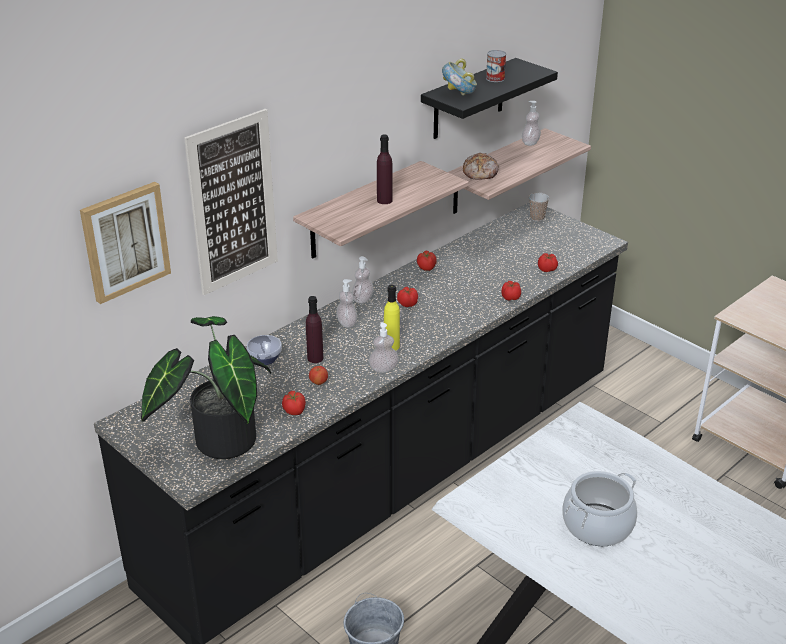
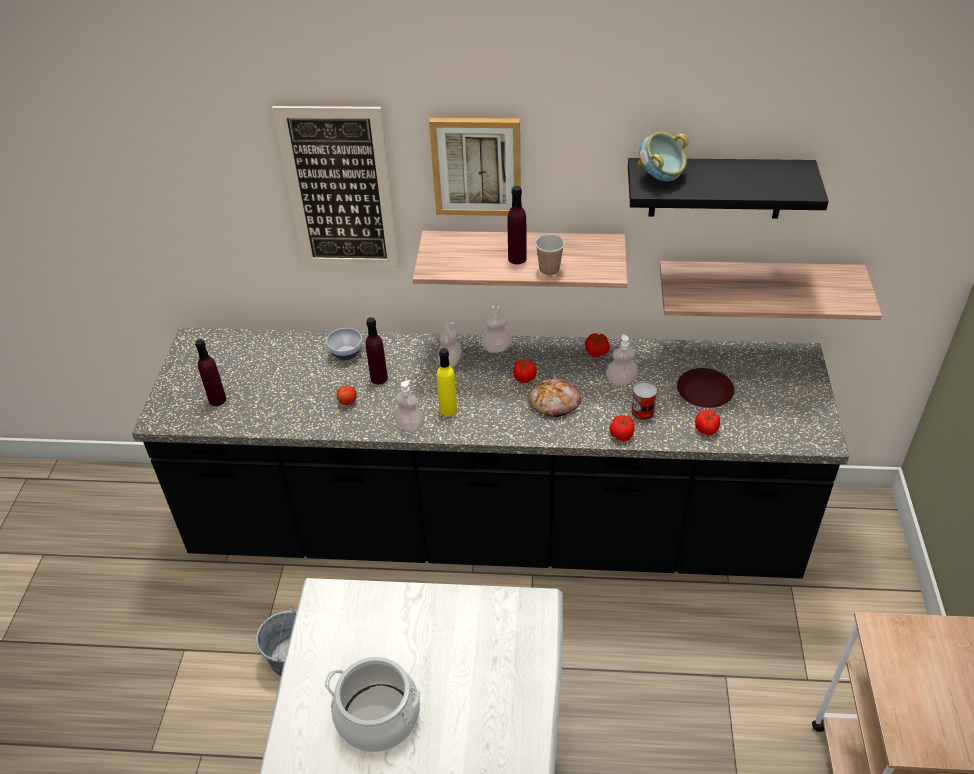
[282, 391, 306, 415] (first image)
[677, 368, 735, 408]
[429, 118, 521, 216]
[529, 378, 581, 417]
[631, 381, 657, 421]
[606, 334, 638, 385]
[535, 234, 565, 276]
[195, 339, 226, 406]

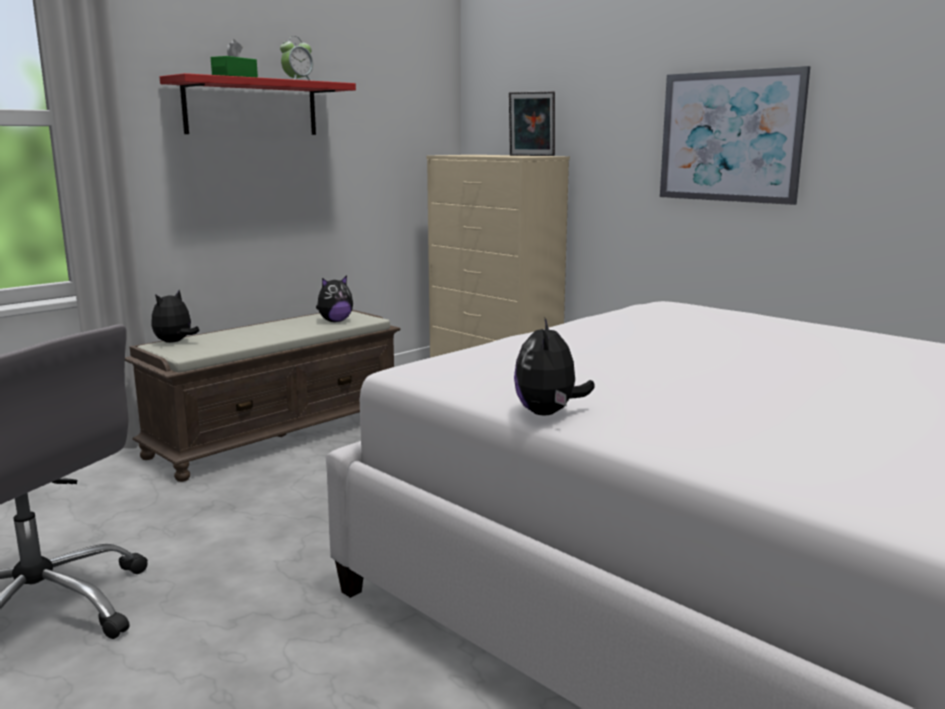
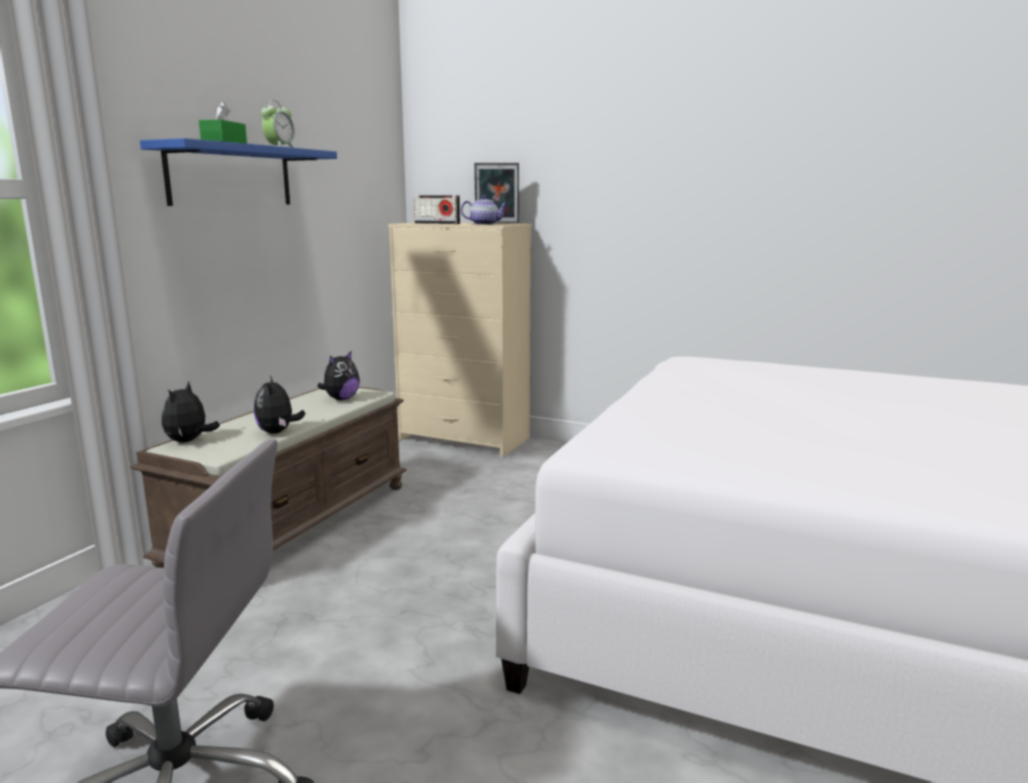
[660, 66, 811, 205] (first image)
[414, 195, 460, 224]
[461, 195, 508, 225]
[254, 375, 305, 434]
[140, 138, 337, 206]

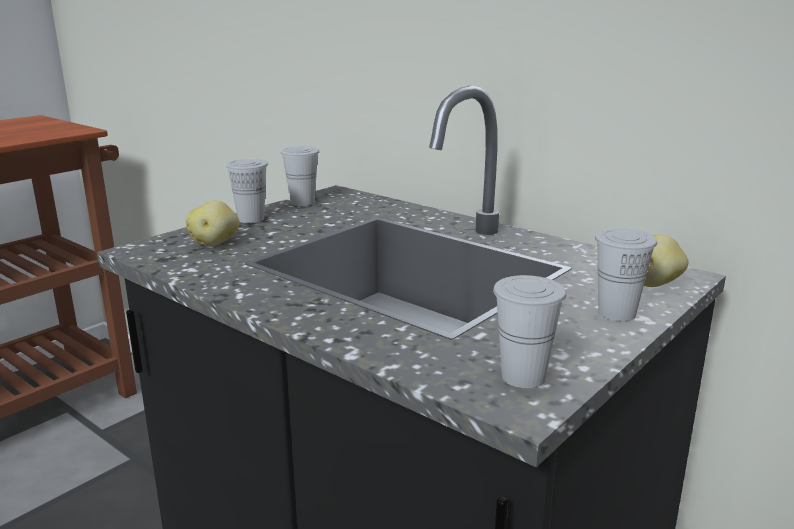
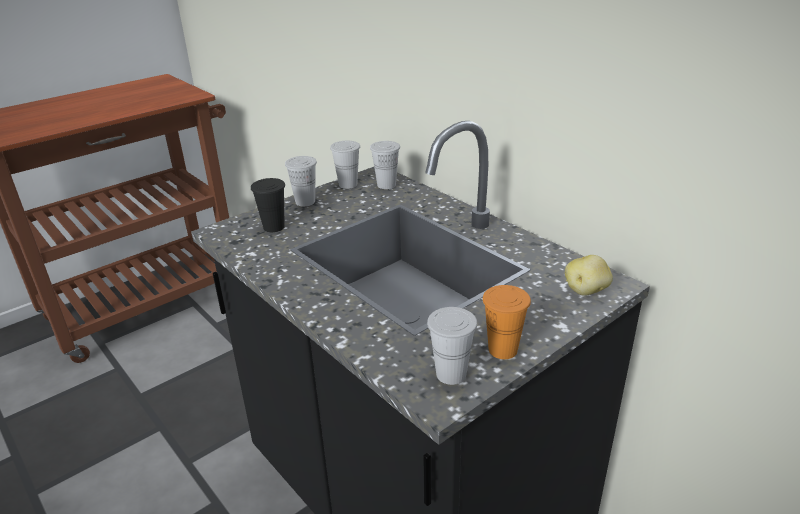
[483, 285, 531, 359]
[370, 141, 400, 189]
[251, 178, 285, 232]

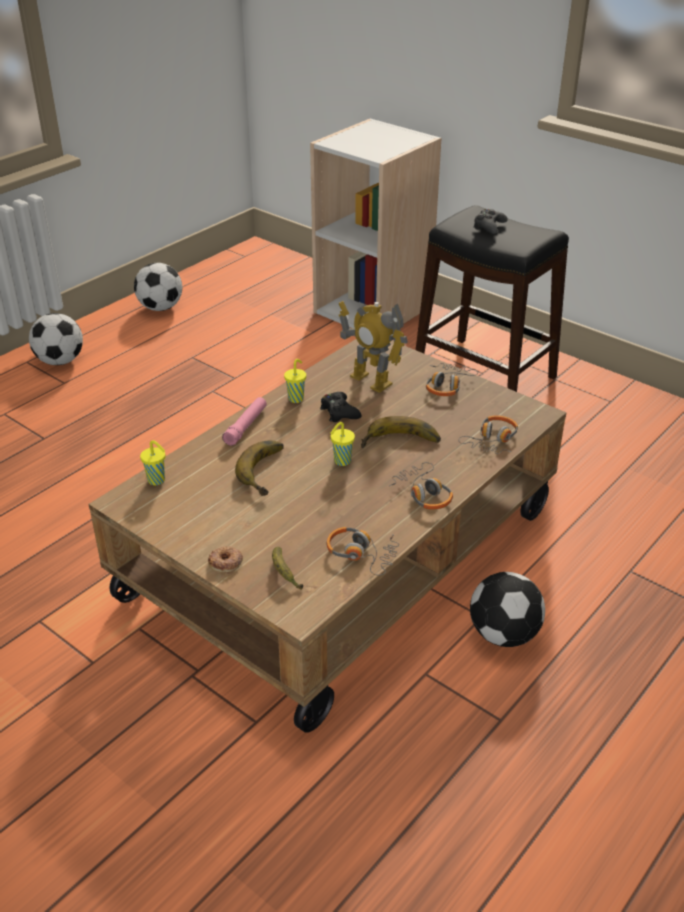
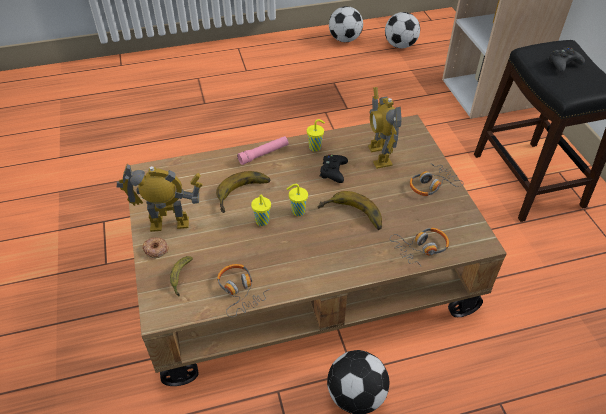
[389, 462, 453, 510] (first image)
[117, 164, 202, 232]
[385, 12, 420, 48]
[251, 195, 271, 226]

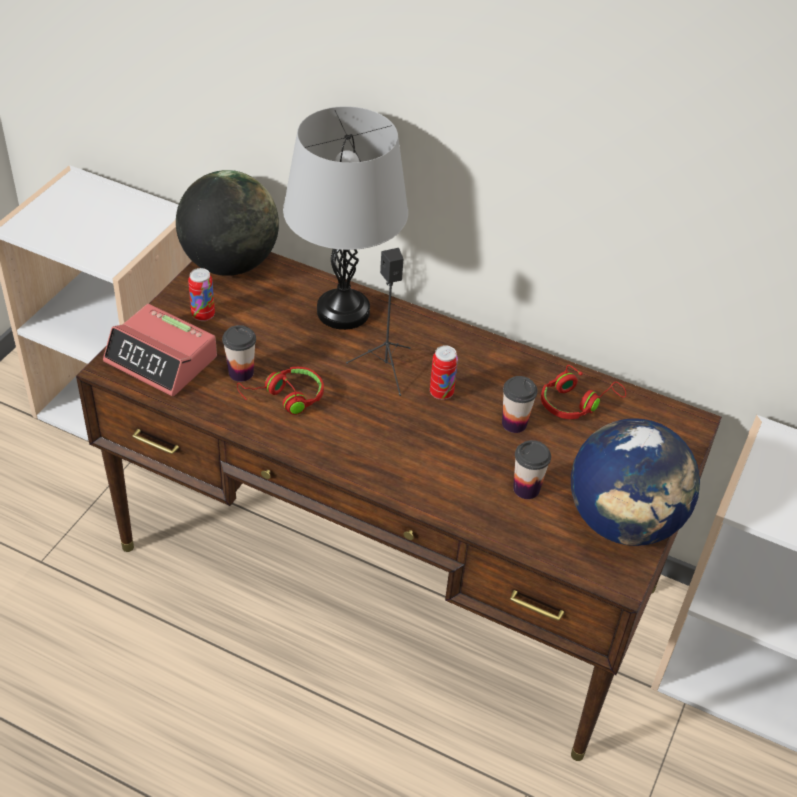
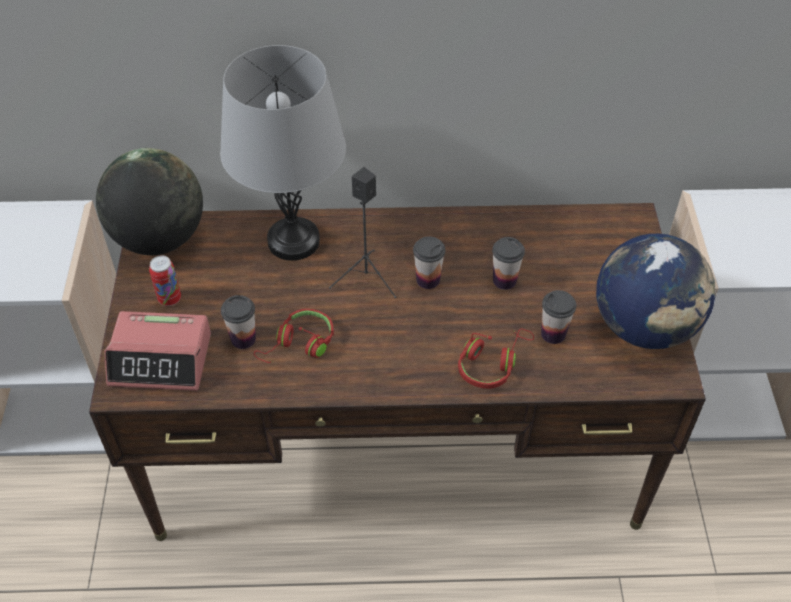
[458, 329, 534, 389]
[413, 236, 445, 289]

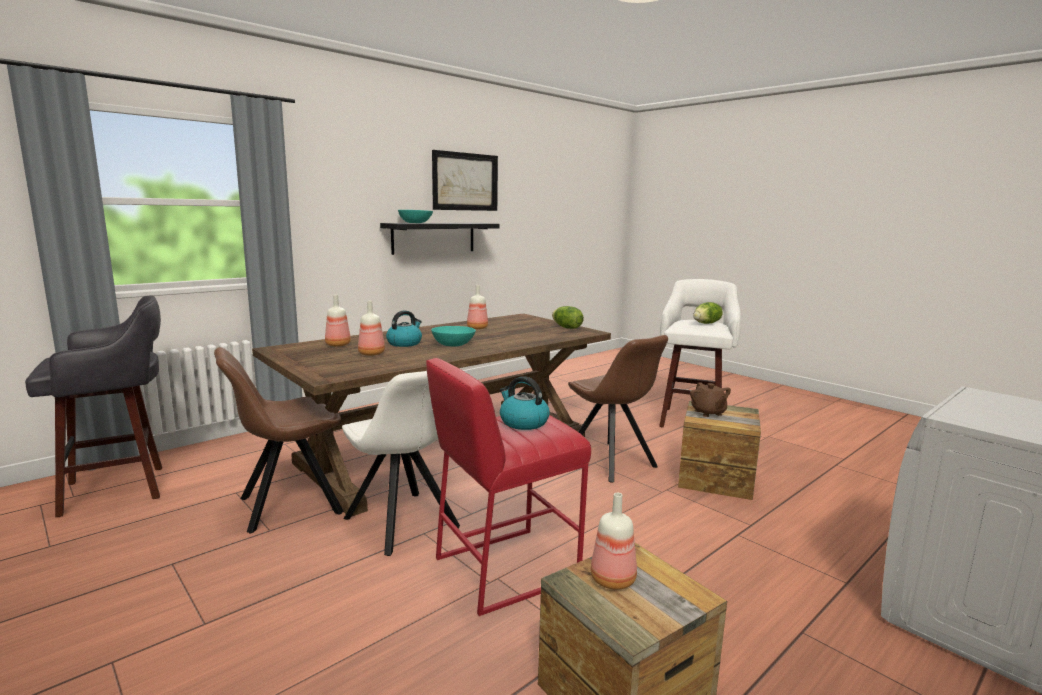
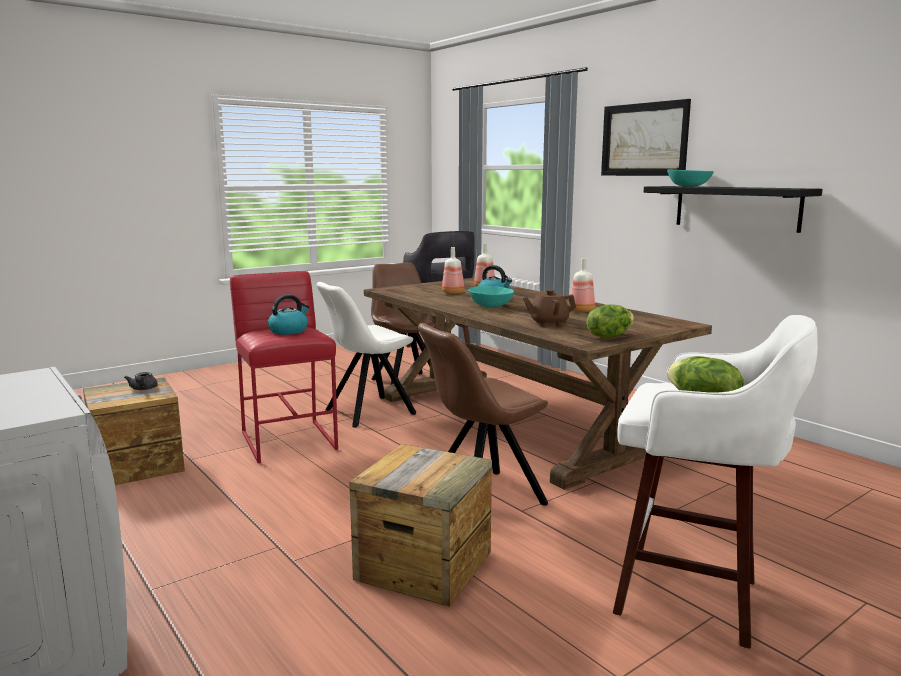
[601, 99, 691, 176]
[523, 290, 576, 327]
[124, 372, 158, 390]

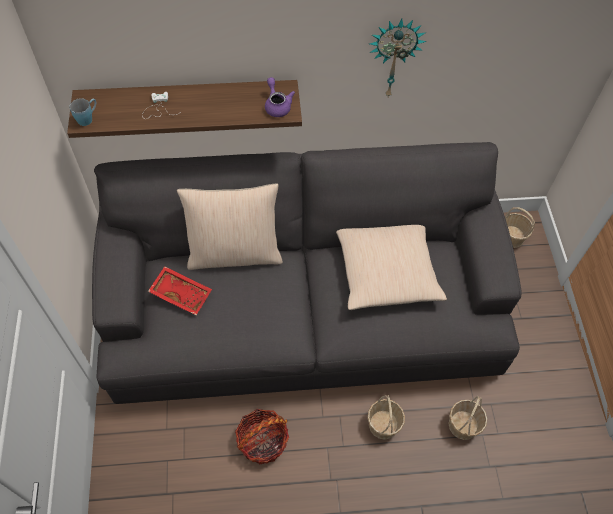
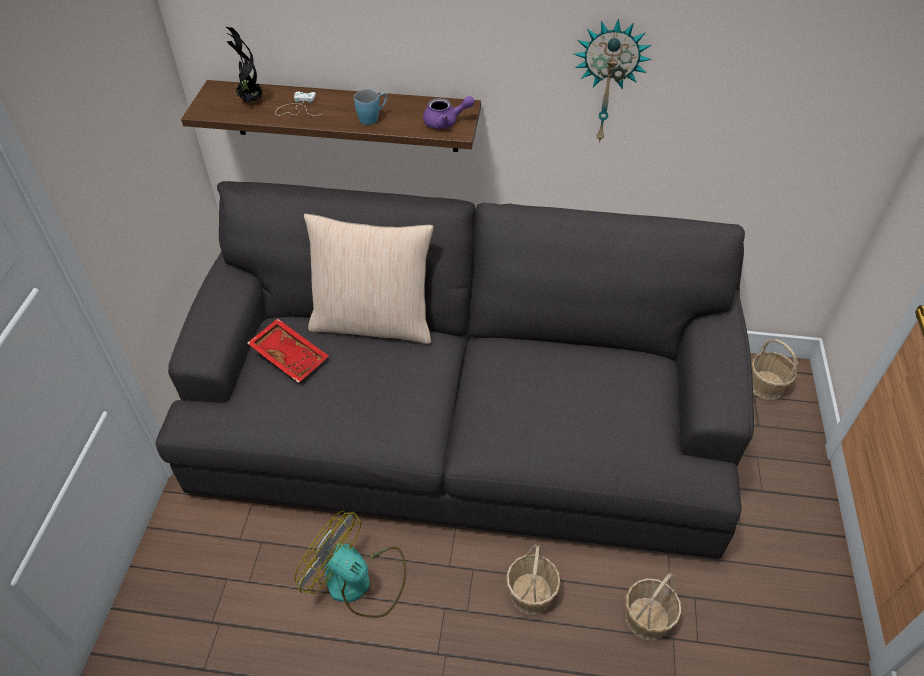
[336, 225, 447, 310] (first image)
[226, 27, 263, 103]
[354, 89, 387, 125]
[294, 511, 406, 618]
[423, 96, 475, 129]

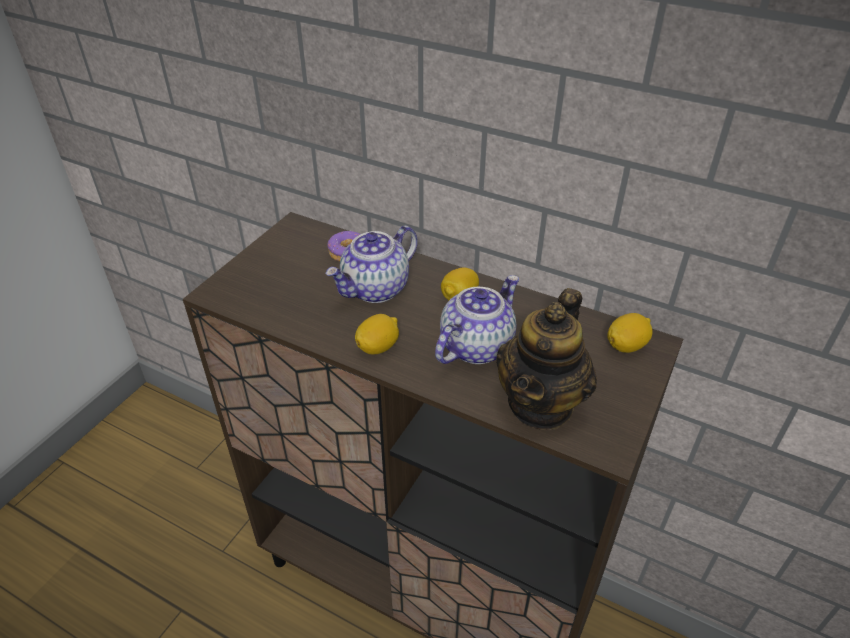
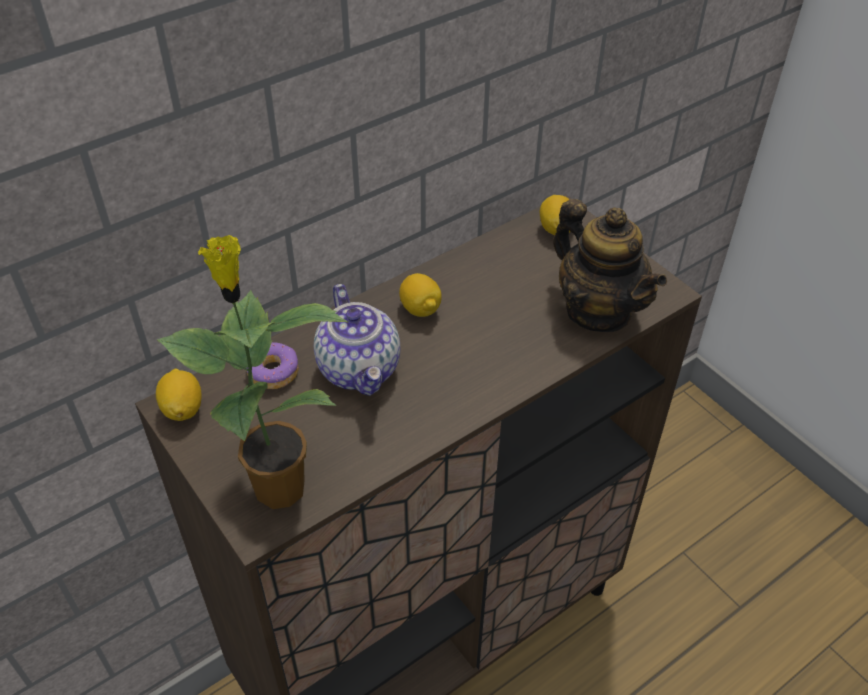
[435, 275, 519, 364] (first image)
[157, 235, 348, 509]
[156, 369, 202, 421]

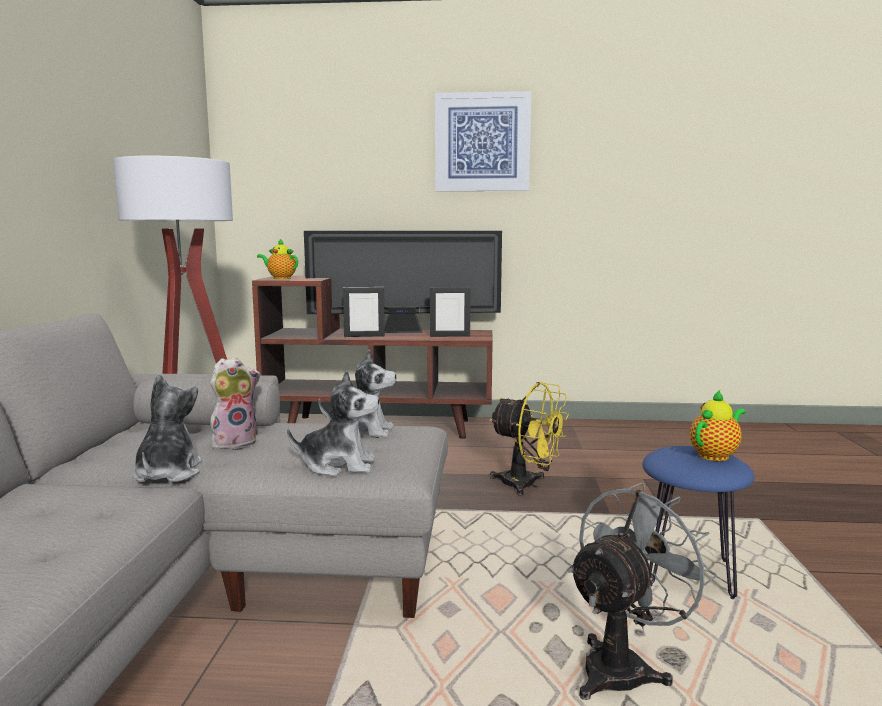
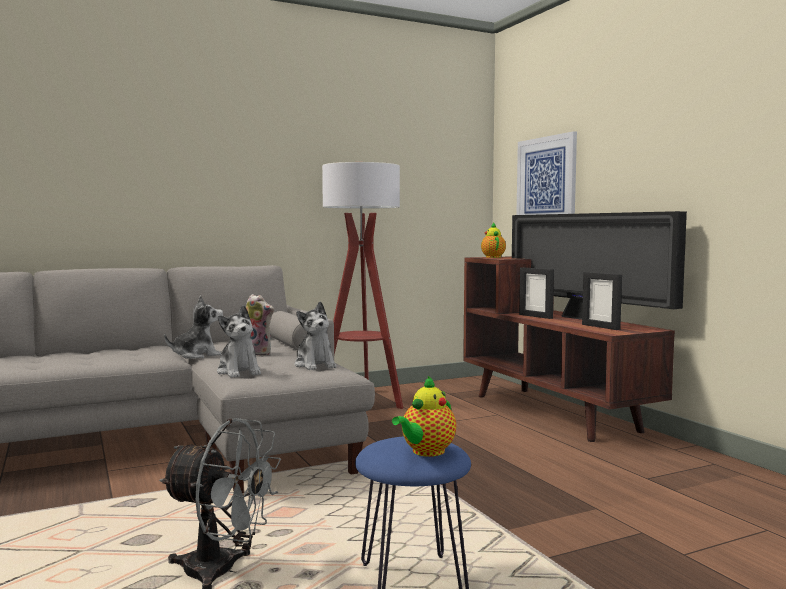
[490, 382, 569, 496] (first image)
[516, 131, 577, 215]
[392, 376, 456, 457]

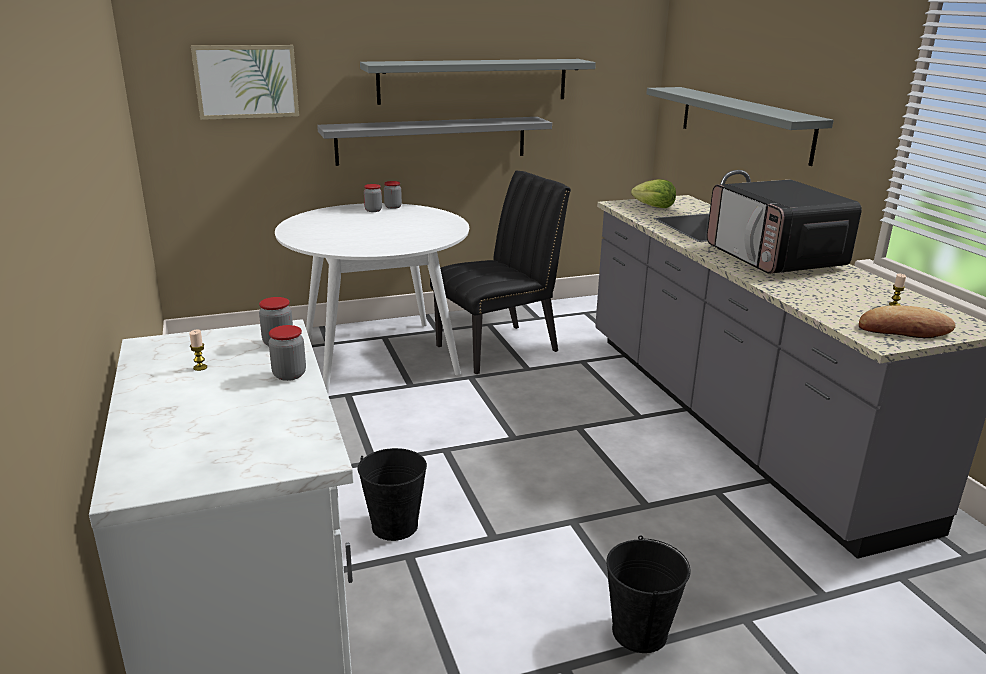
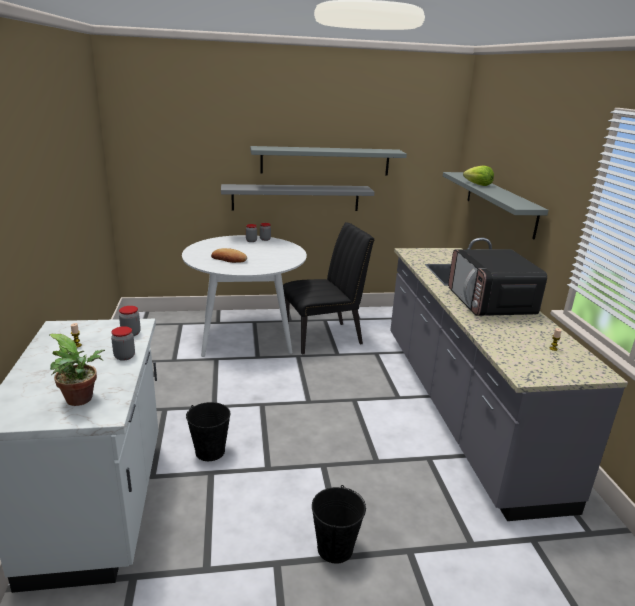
[191, 45, 299, 120] (first image)
[49, 334, 105, 406]
[463, 165, 494, 186]
[211, 248, 247, 263]

